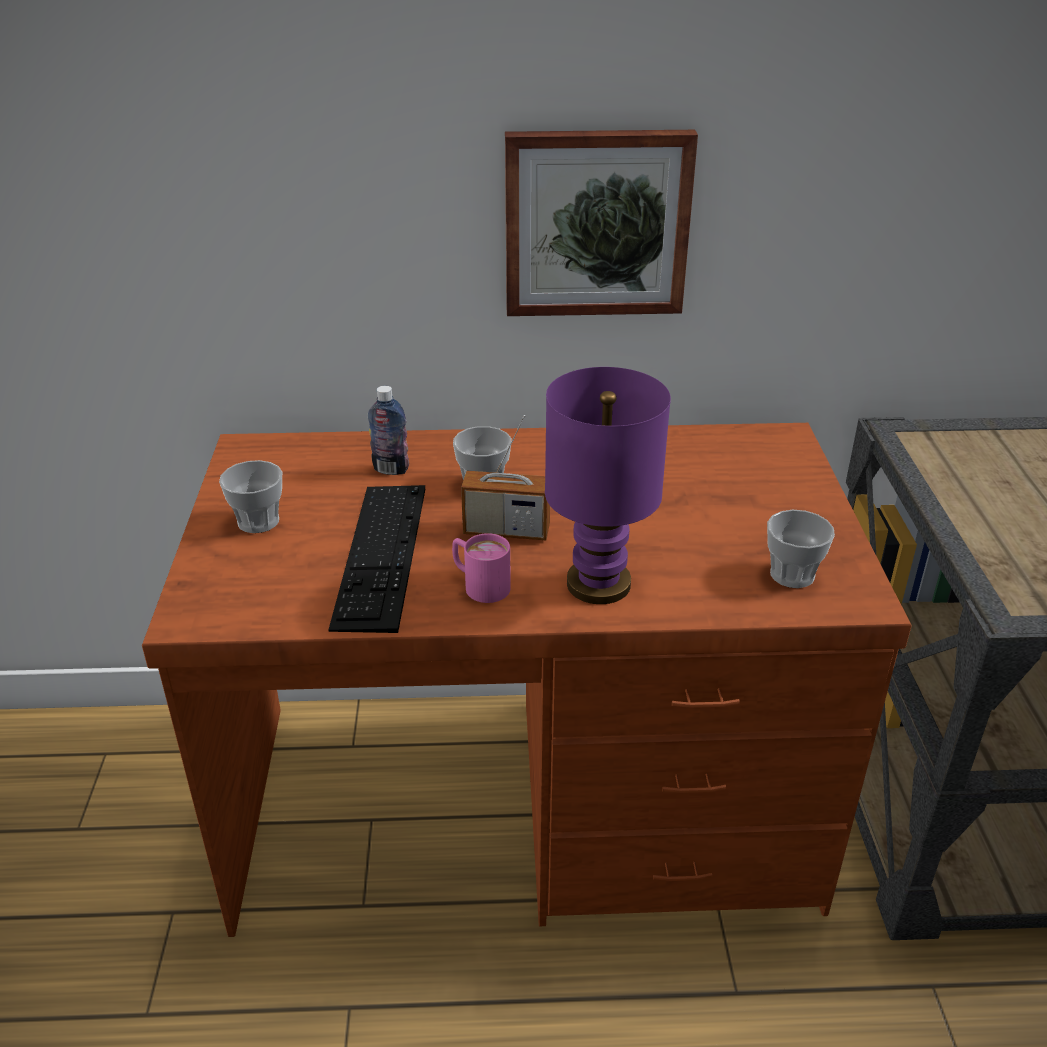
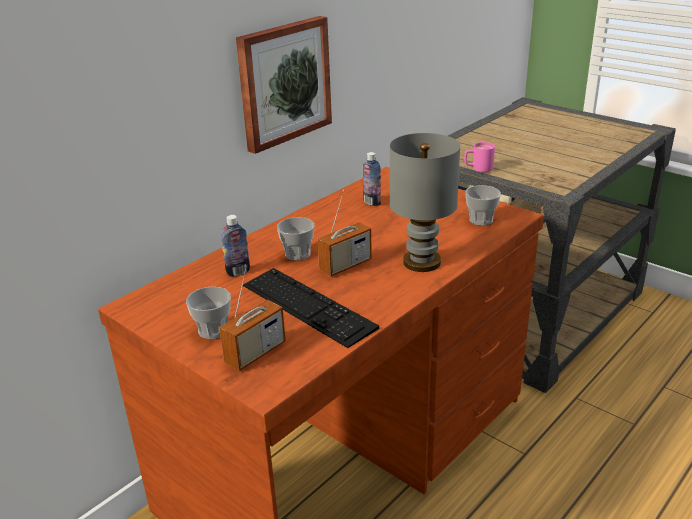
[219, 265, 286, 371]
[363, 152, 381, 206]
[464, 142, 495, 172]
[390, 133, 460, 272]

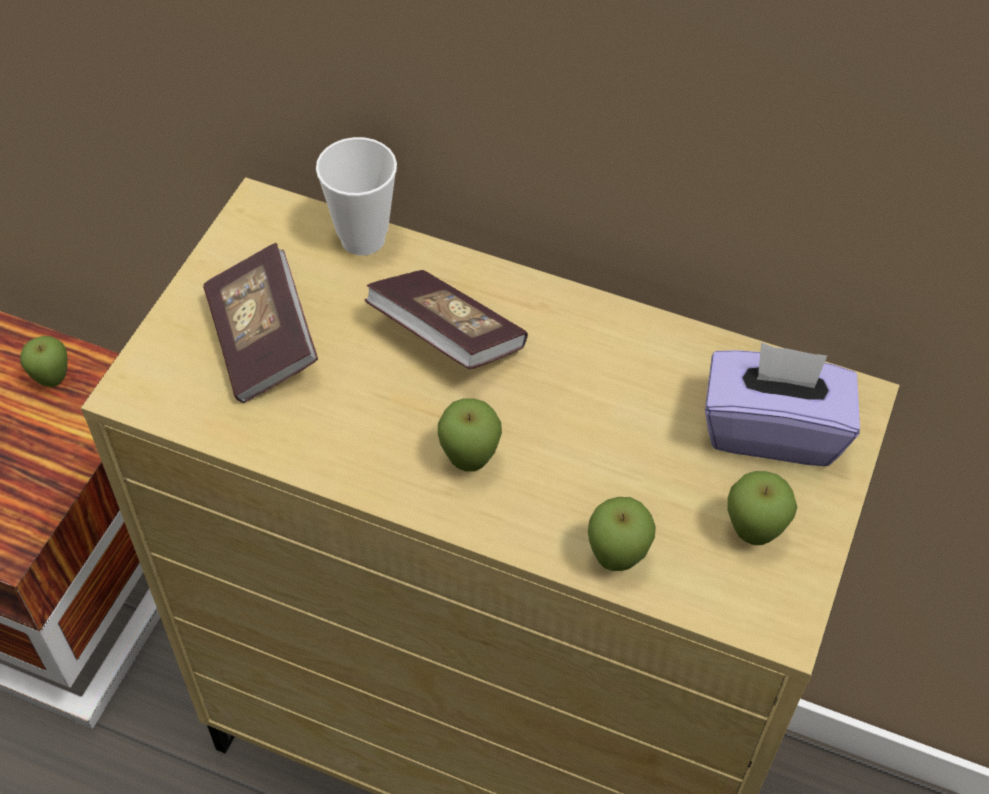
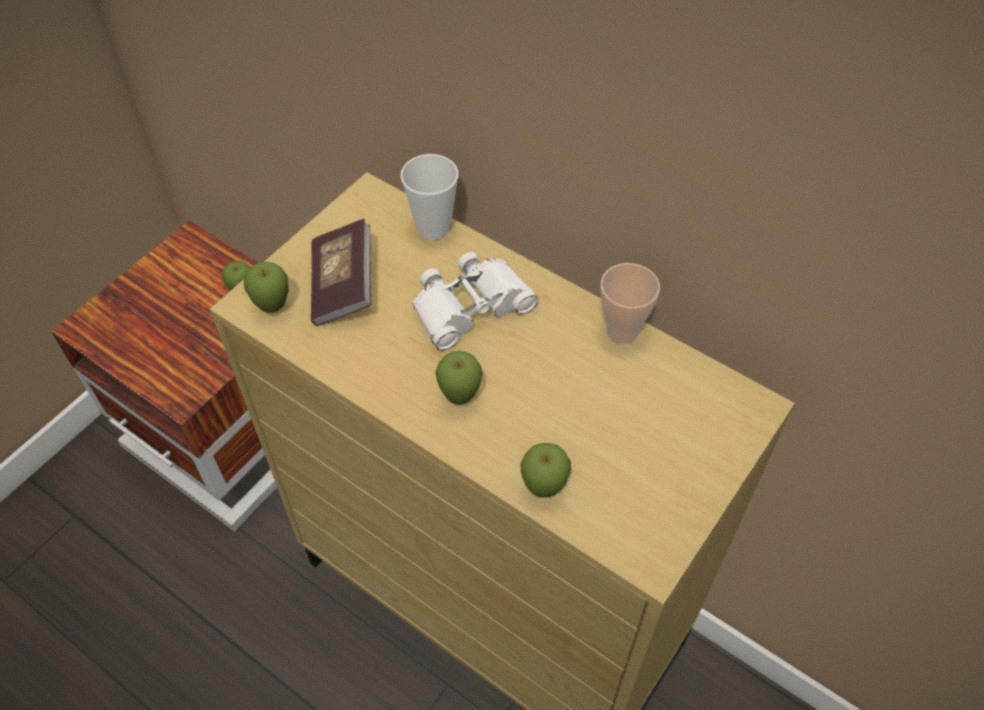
[705, 342, 860, 466] (first image)
[601, 263, 660, 344]
[244, 262, 289, 313]
[412, 252, 538, 351]

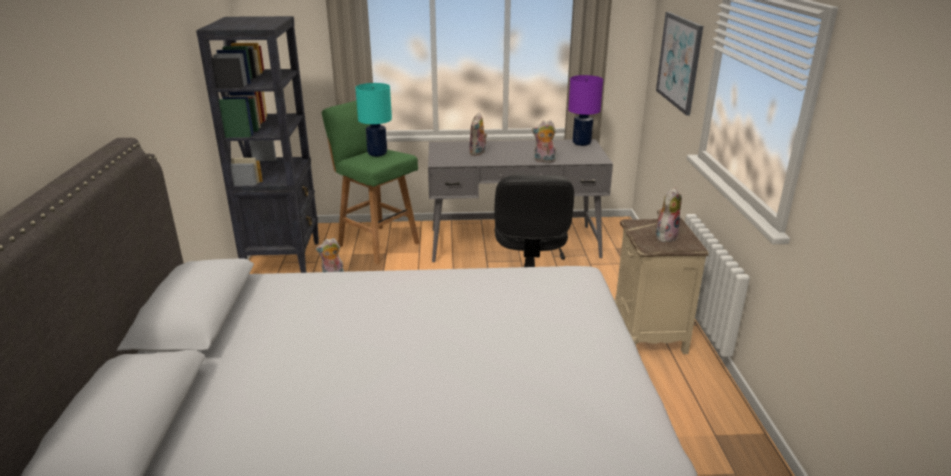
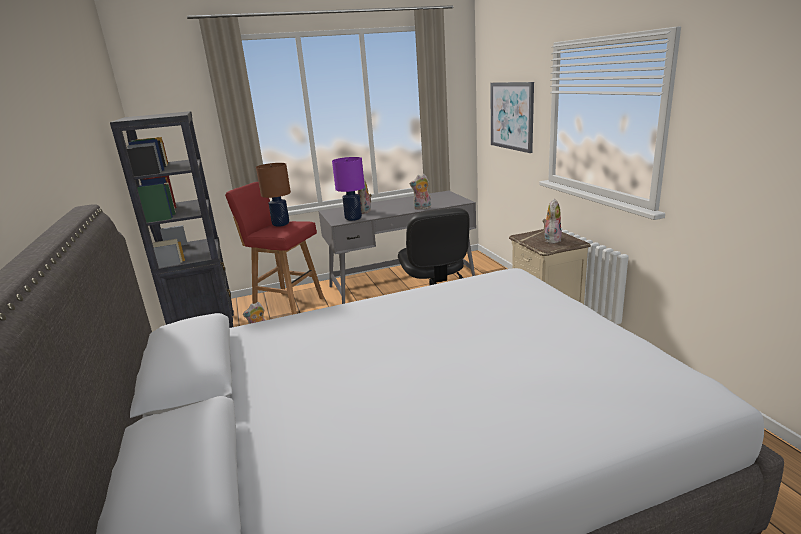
[332, 157, 365, 221]
[225, 182, 324, 315]
[256, 163, 291, 227]

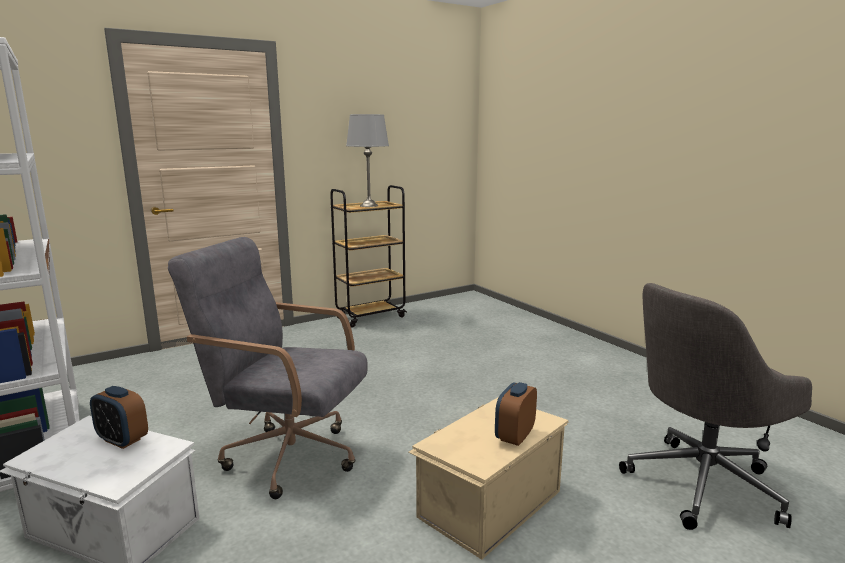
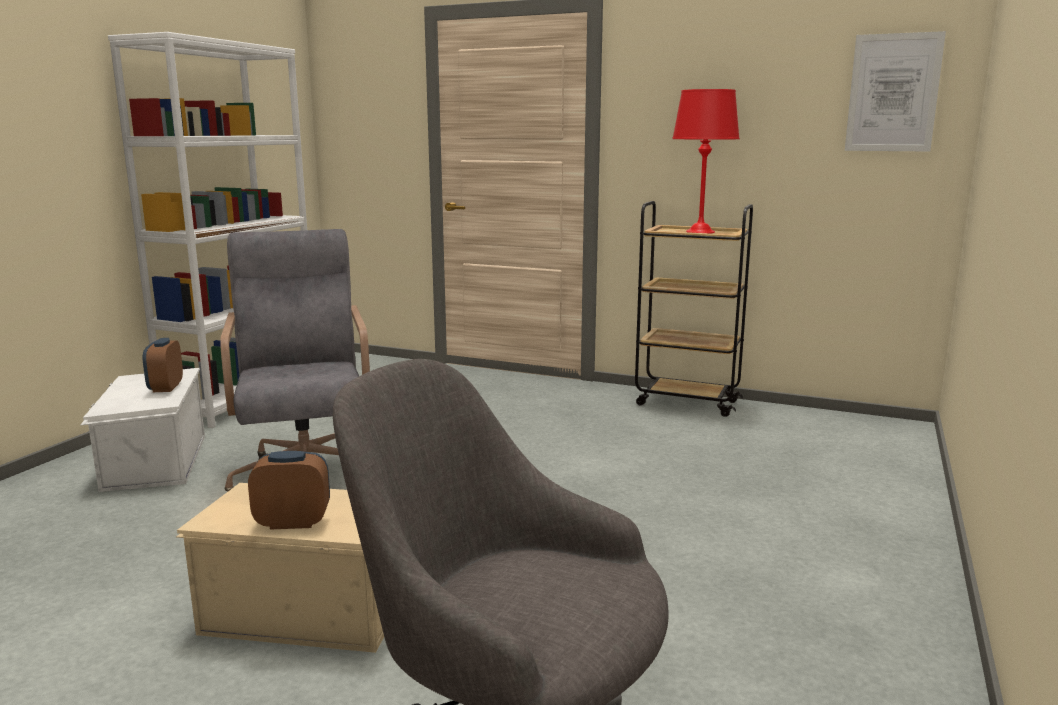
[845, 31, 946, 152]
[672, 89, 740, 234]

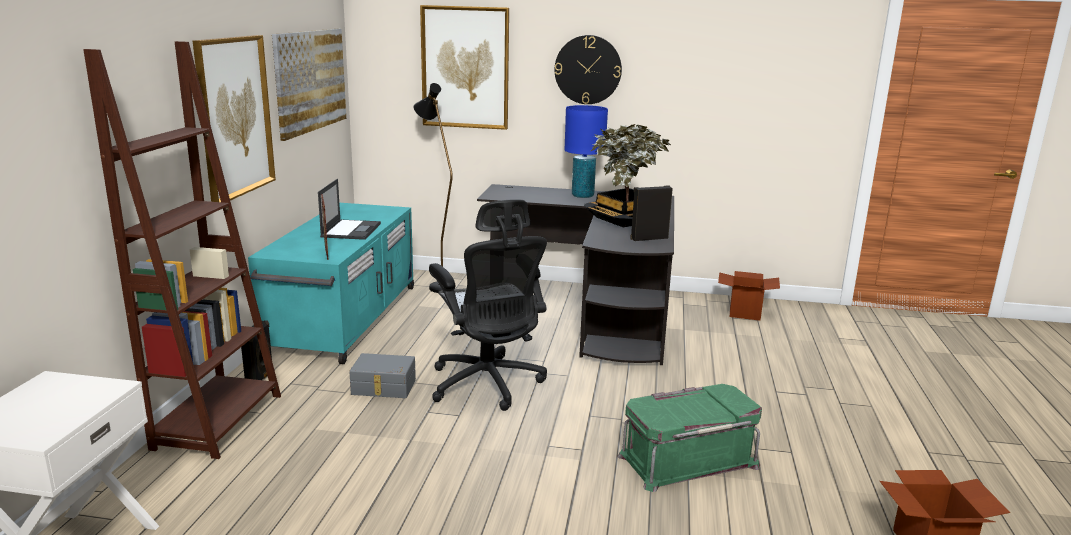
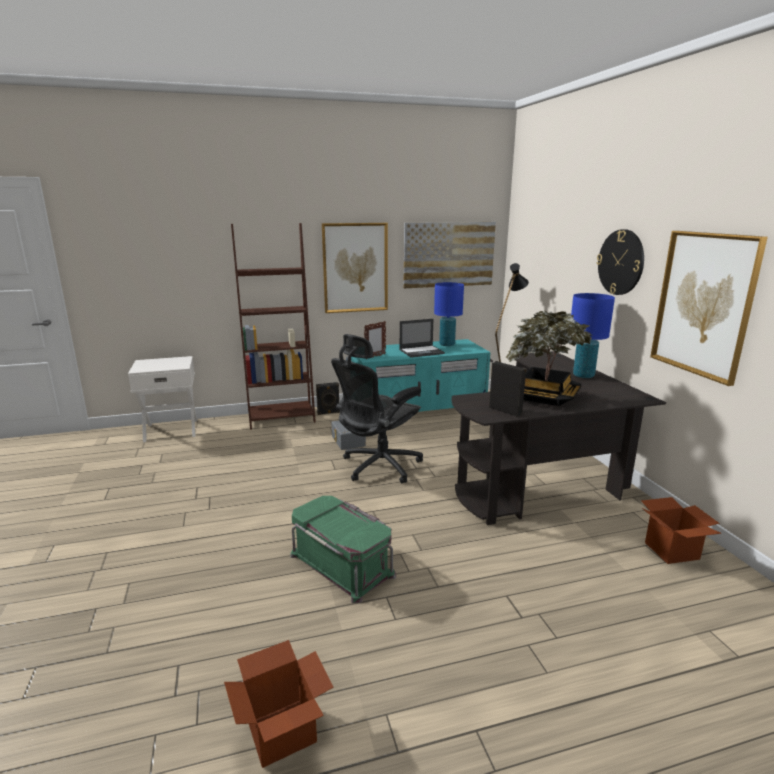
[434, 282, 464, 346]
[650, 231, 768, 386]

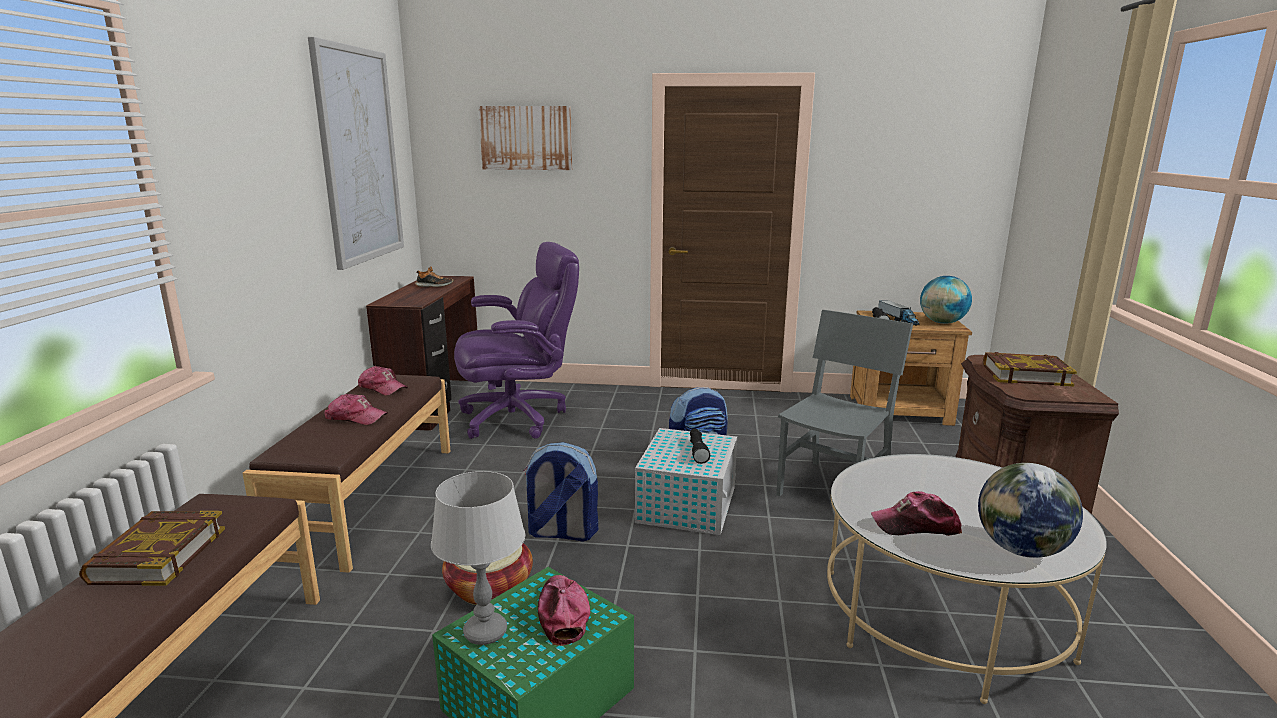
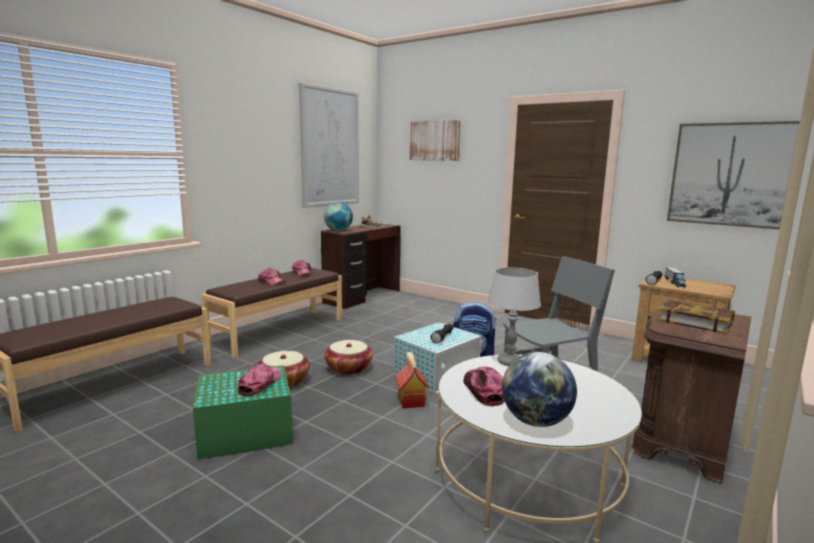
[79, 511, 225, 586] (first image)
[454, 242, 579, 439] (first image)
[395, 352, 429, 408]
[667, 121, 800, 229]
[488, 268, 541, 366]
[324, 202, 353, 231]
[324, 340, 373, 375]
[463, 366, 504, 407]

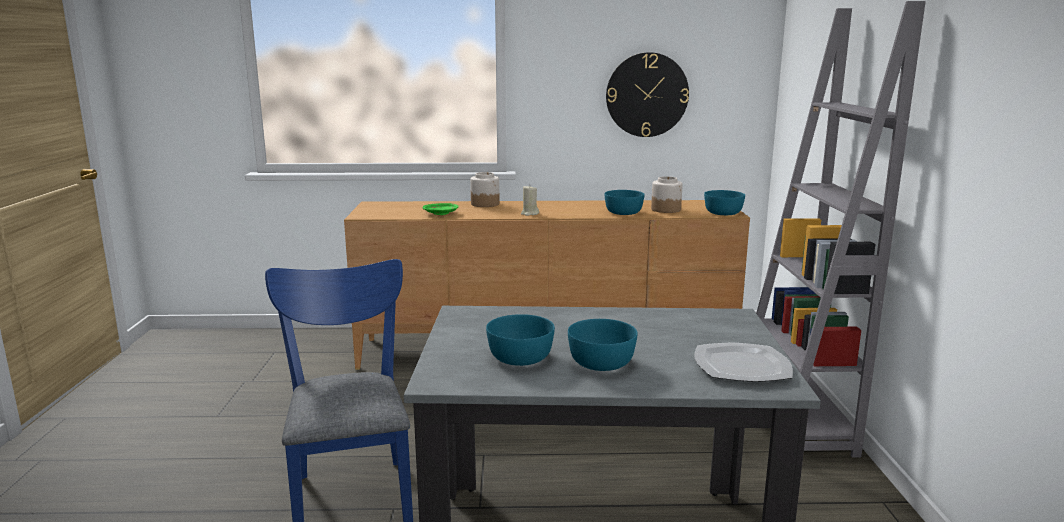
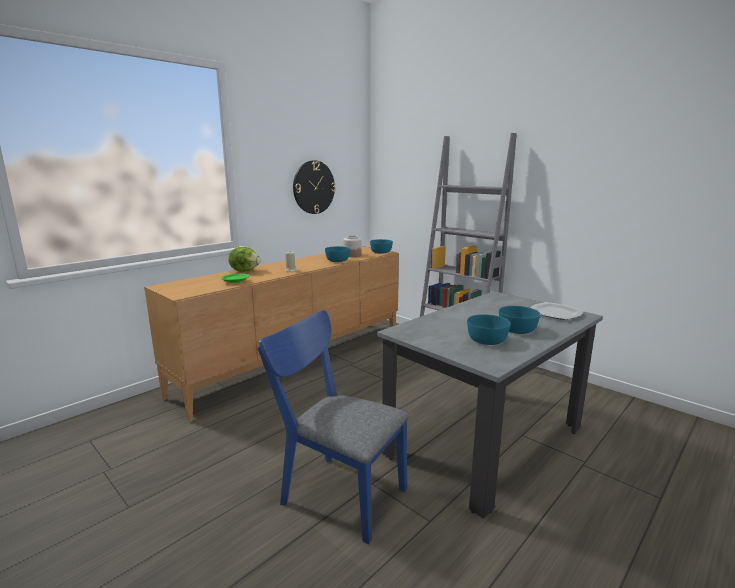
[228, 247, 261, 272]

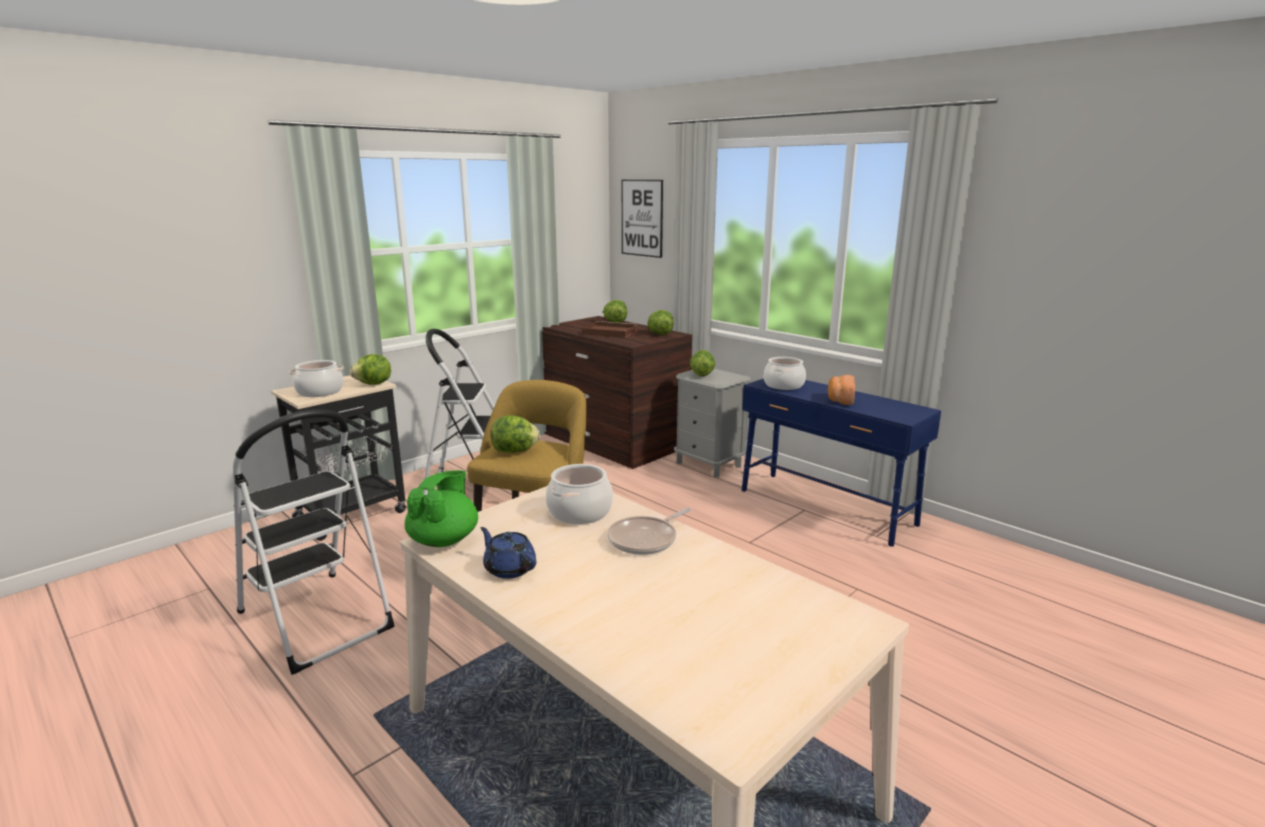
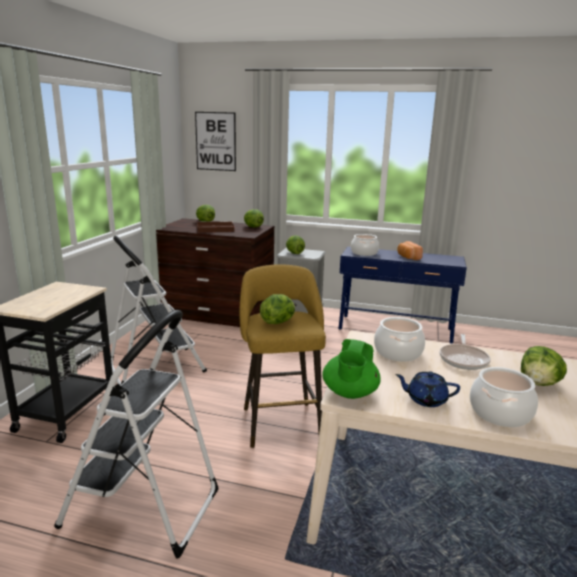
[470, 367, 538, 427]
[521, 346, 567, 386]
[322, 339, 381, 399]

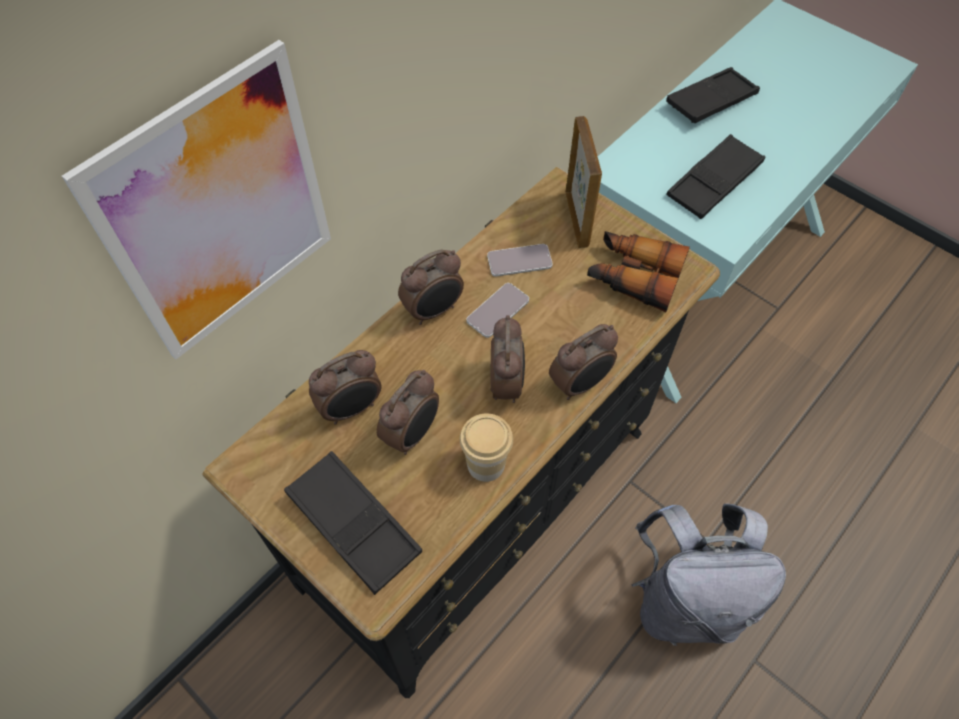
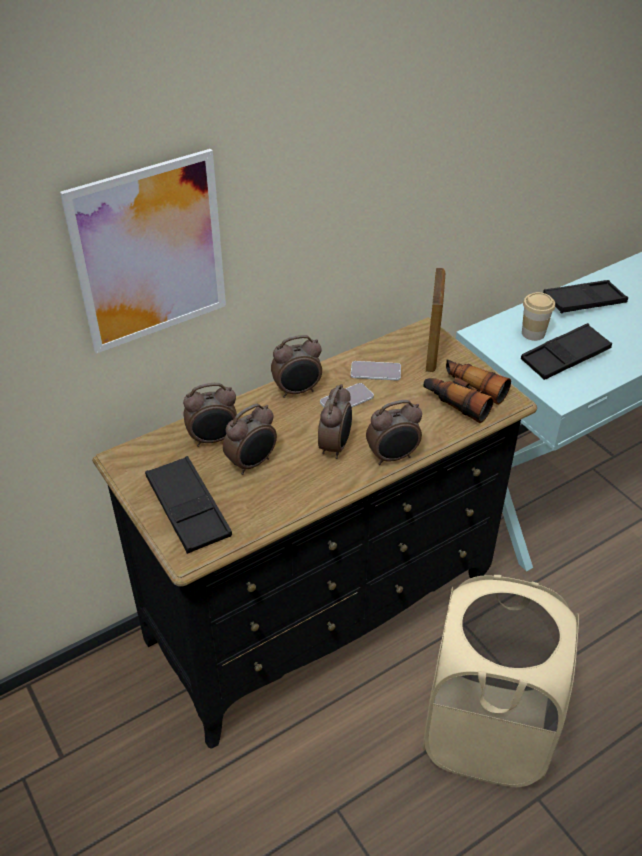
[522, 292, 555, 341]
[423, 575, 579, 787]

